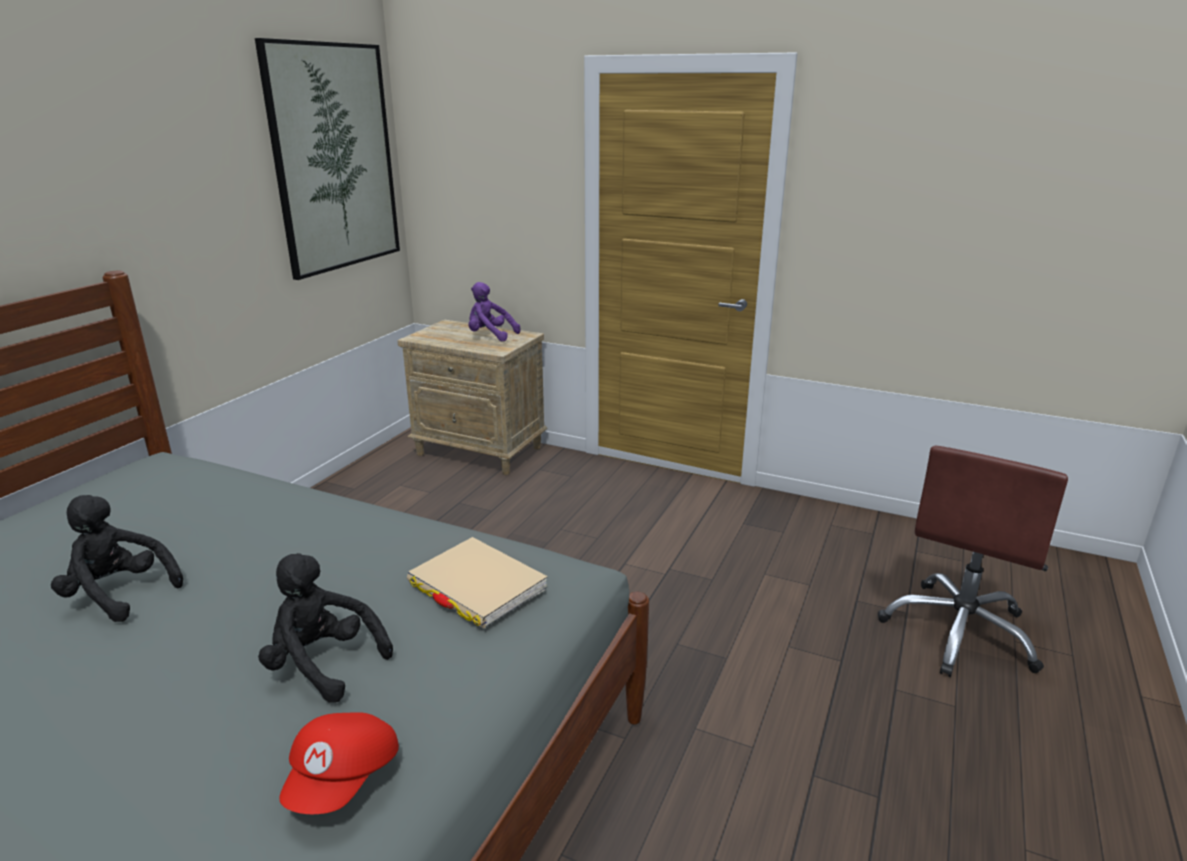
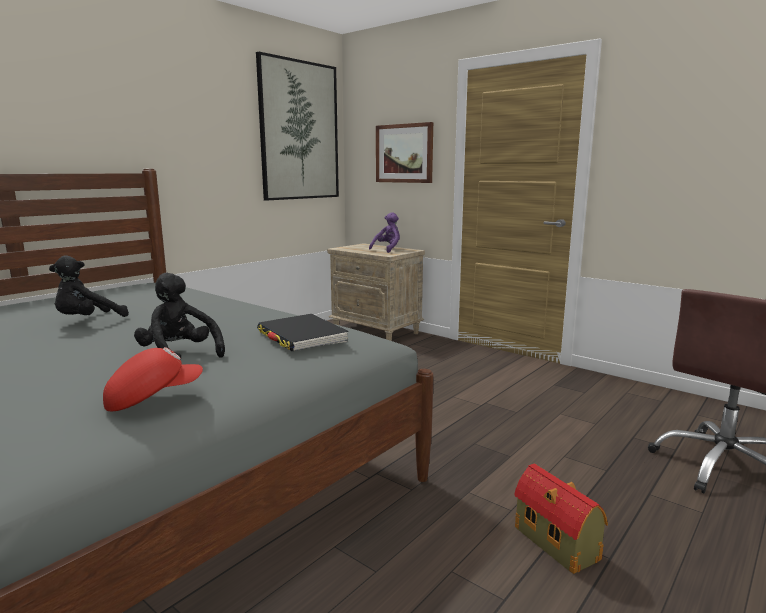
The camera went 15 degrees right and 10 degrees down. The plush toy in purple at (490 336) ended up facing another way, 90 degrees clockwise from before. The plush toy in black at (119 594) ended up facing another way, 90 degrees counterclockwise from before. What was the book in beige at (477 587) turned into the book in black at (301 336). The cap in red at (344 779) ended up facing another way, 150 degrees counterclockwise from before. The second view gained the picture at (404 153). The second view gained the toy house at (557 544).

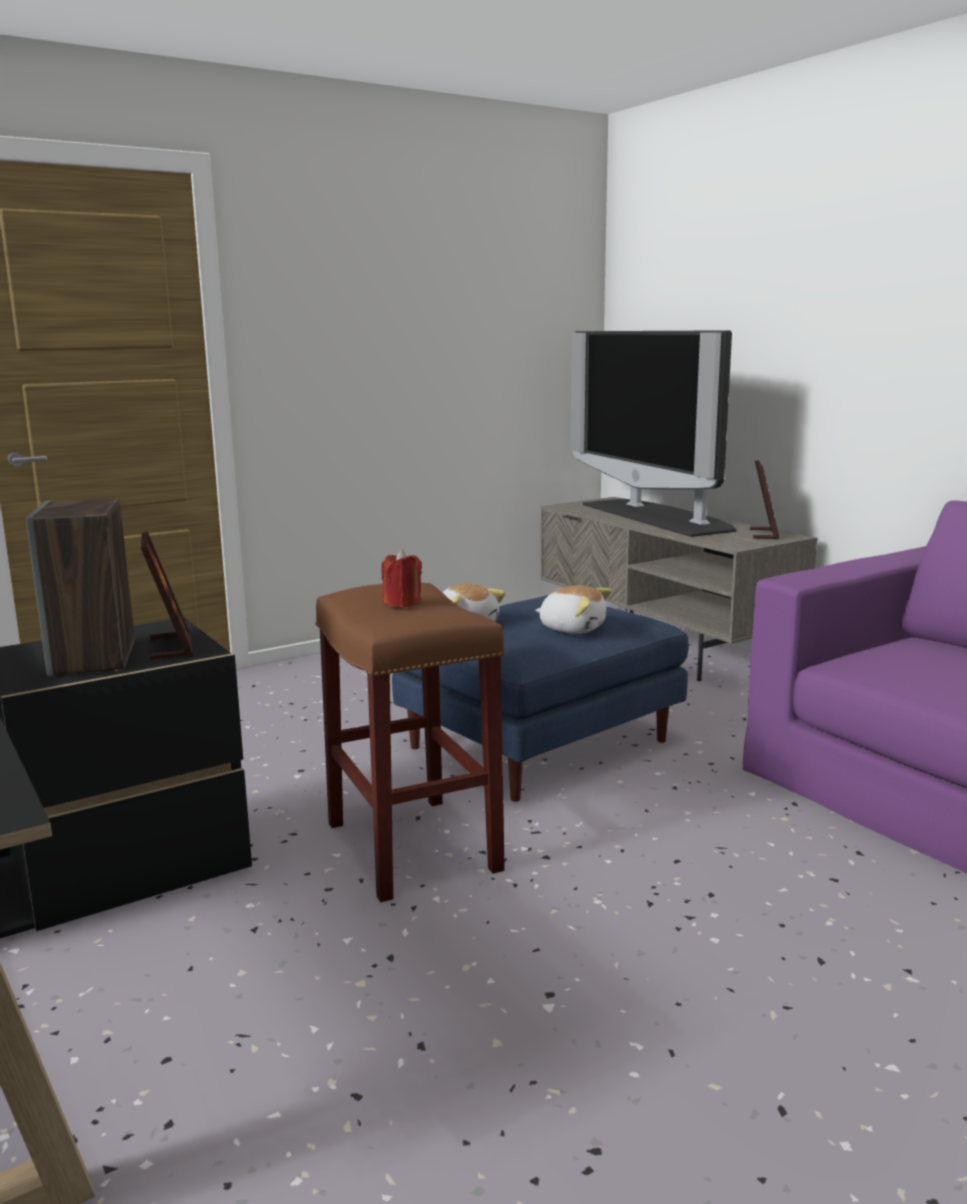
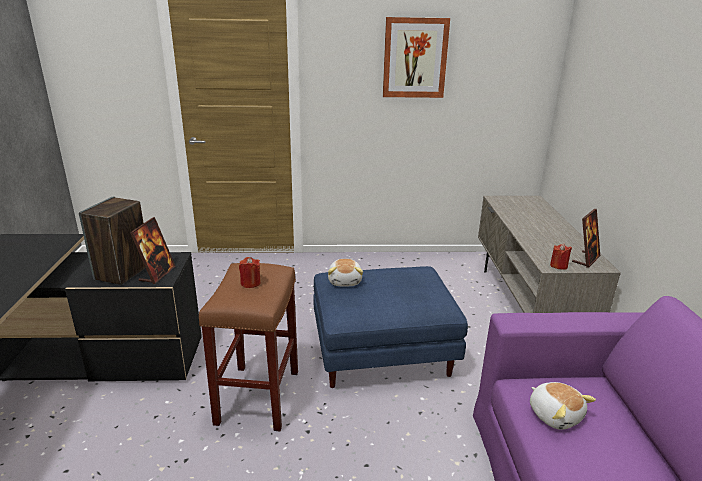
The camera went 30 degrees right and 10 degrees up. The second view lost the television at (658 517). The plush toy ended up elsewhere, having gone from (572 628) to (555 415). The second view gained the picture at (415 58). The second view gained the candle in red at (558 266).

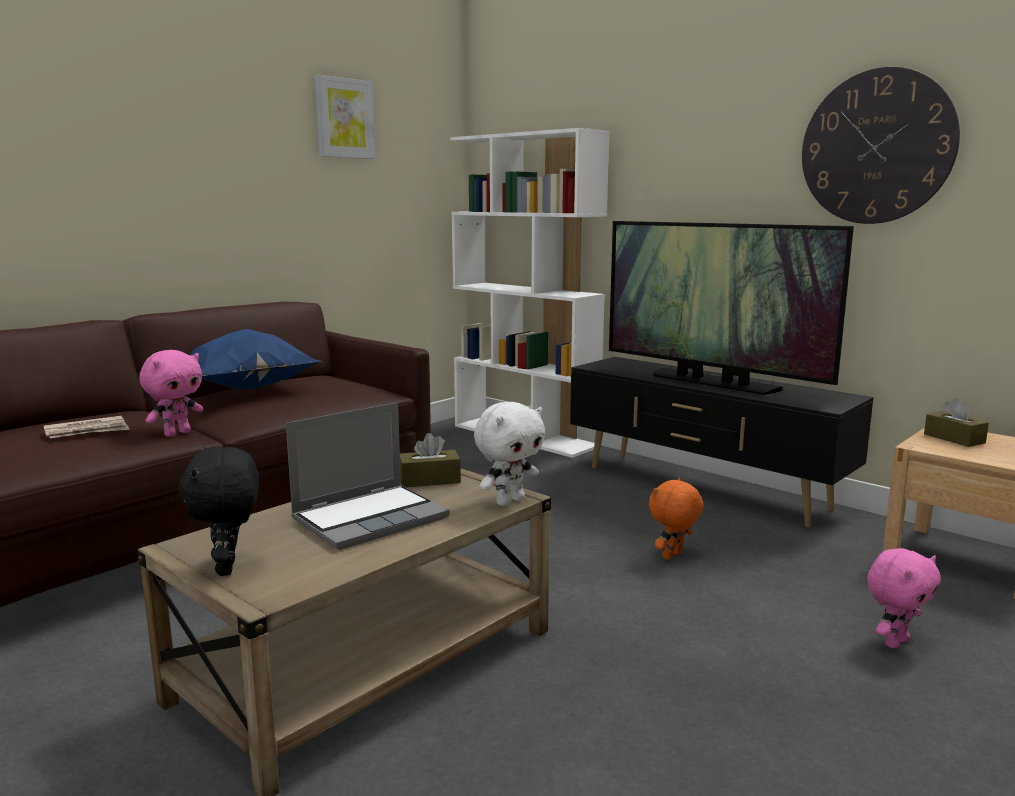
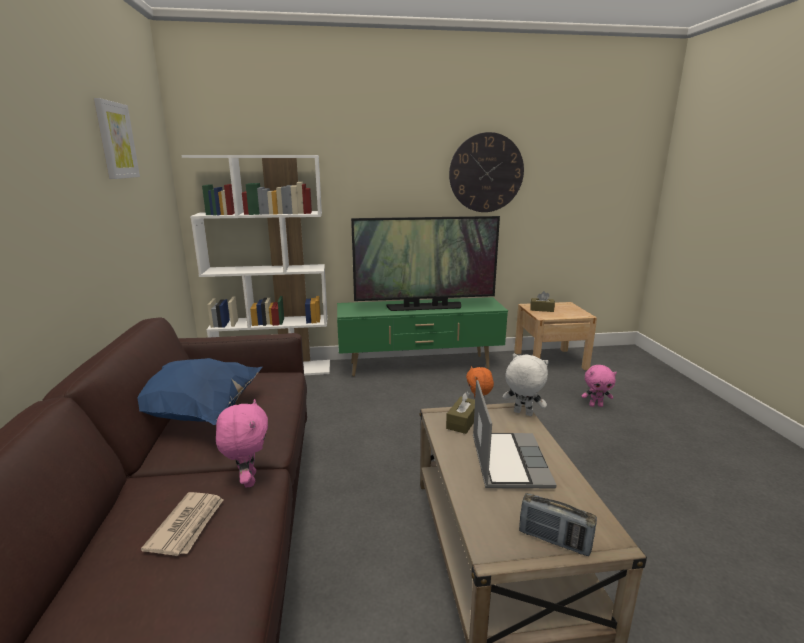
The camera went 50 degrees left and 5 degrees up. What was the tv stand in black at (703 488) turned into the tv stand in green at (420 366). The plush toy in white at (509 501) ended up facing another way, 60 degrees counterclockwise from before. Where the plush toy in black stood at (229 568), the radio came to stand at (554 540). The plush toy in pink at (895 642) ended up facing another way, 90 degrees clockwise from before.

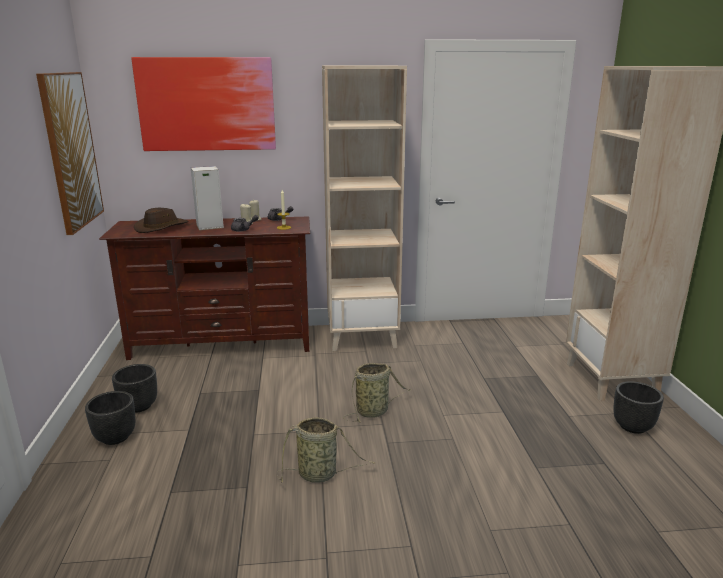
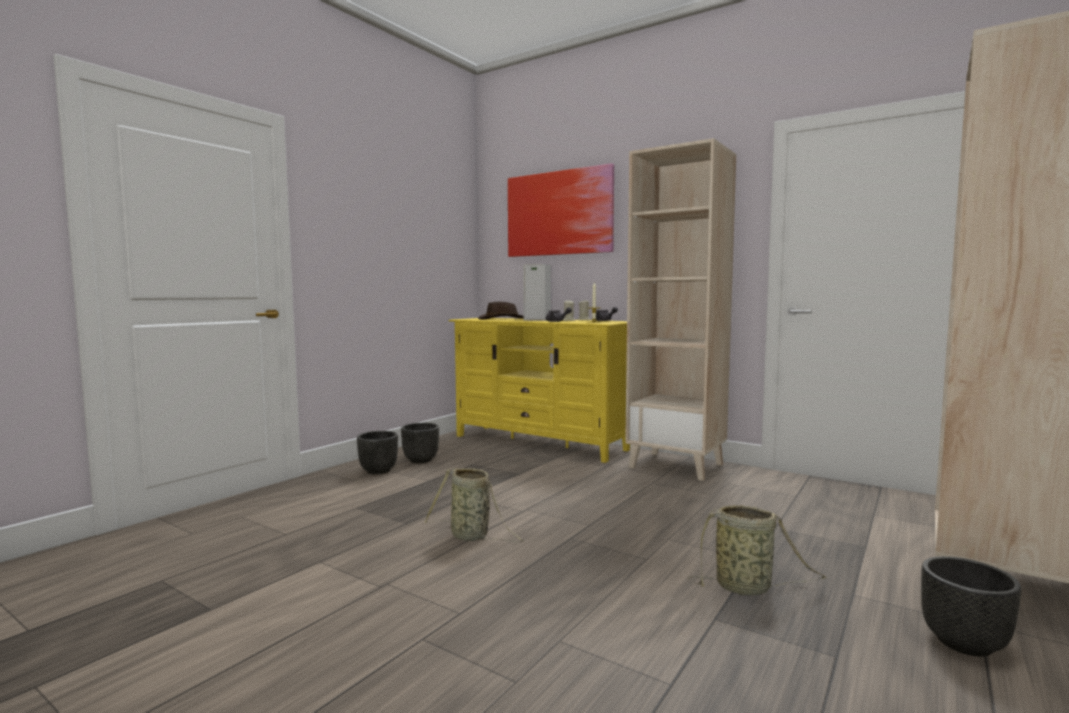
The camera went 40 degrees right and 15 degrees down. The second view lost the picture at (71 151). What was the tv stand in brown at (222 343) turned into the tv stand in yellow at (540 442). The basket ended up elsewhere, having gone from (374 411) to (747 588).

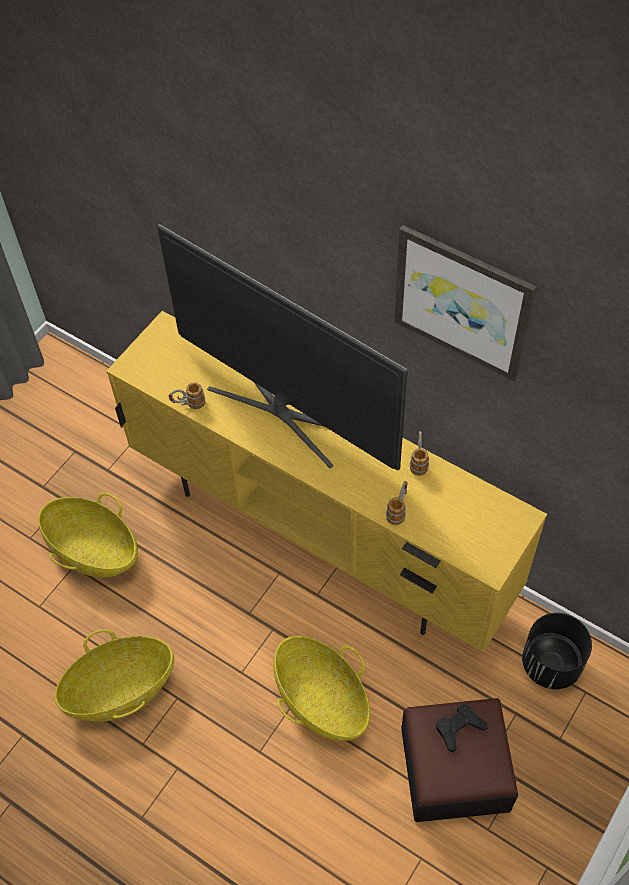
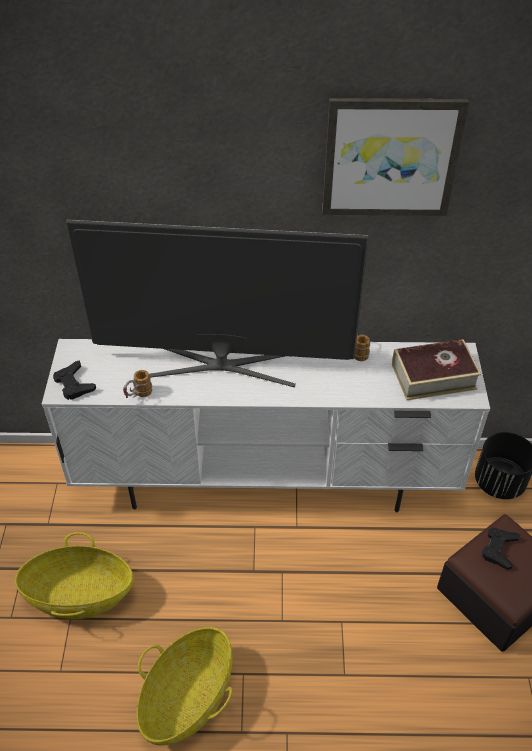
The camera went 35 degrees left and 10 degrees down. What was the tv stand in yellow at (322 535) turned into the tv stand in white at (268 481). The second view lost the mug at (398 509). The second view lost the basket at (321 699). The second view gained the book at (433 376). The second view gained the game controller in black at (74 384).

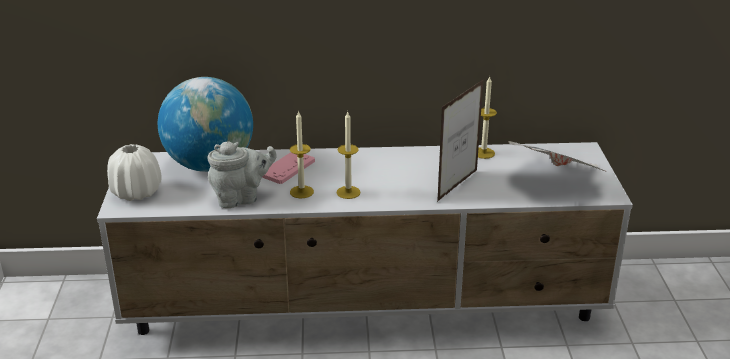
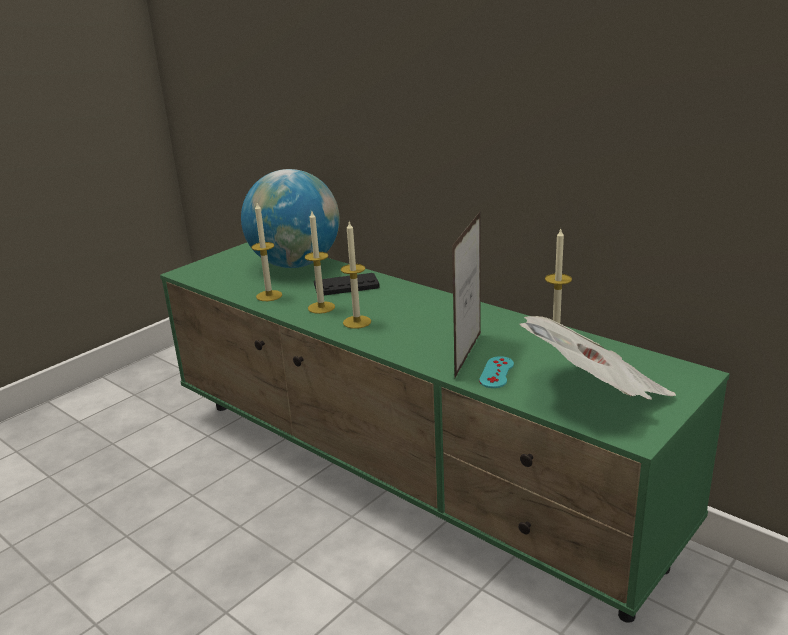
The camera went 45 degrees right and 5 degrees down. The picture frame at (457 185) ended up facing another way, 120 degrees clockwise from before. Where the teapot in grey stood at (241 198), the candle came to stand at (269 296). What was the tv stand in white at (367 308) turned into the tv stand in green at (405 477). The second view lost the vase in white at (136 192). What was the game controller in pink at (287 168) turned into the game controller in black at (346 286). The second view gained the game controller in turquoise at (496 372).

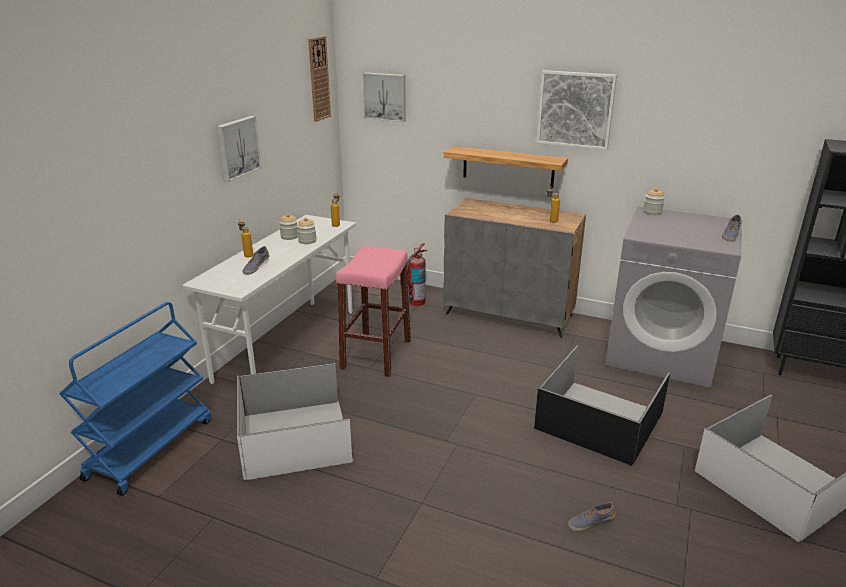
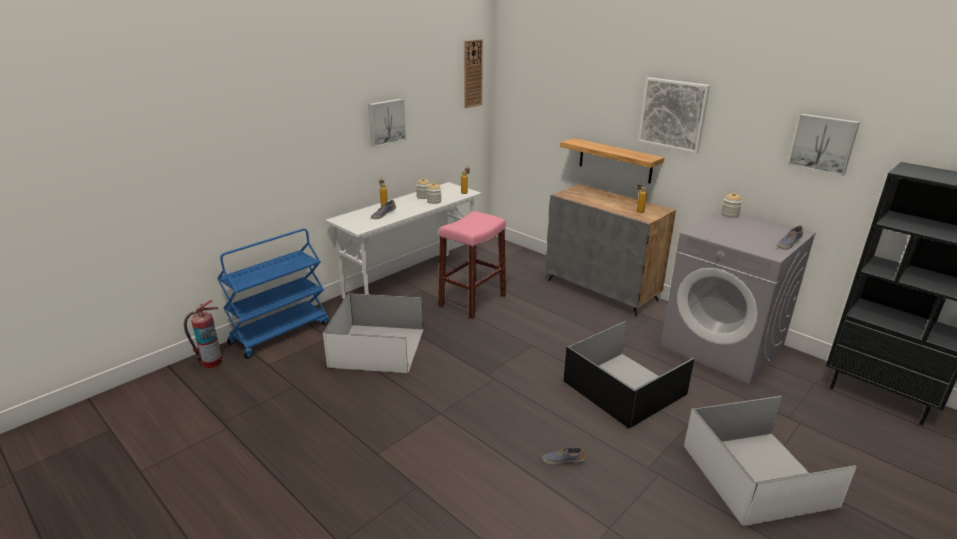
The camera went 20 degrees right and 0 degrees up. The picture ended up elsewhere, having gone from (385 96) to (823 143). The fire extinguisher ended up elsewhere, having gone from (416 302) to (212 362).

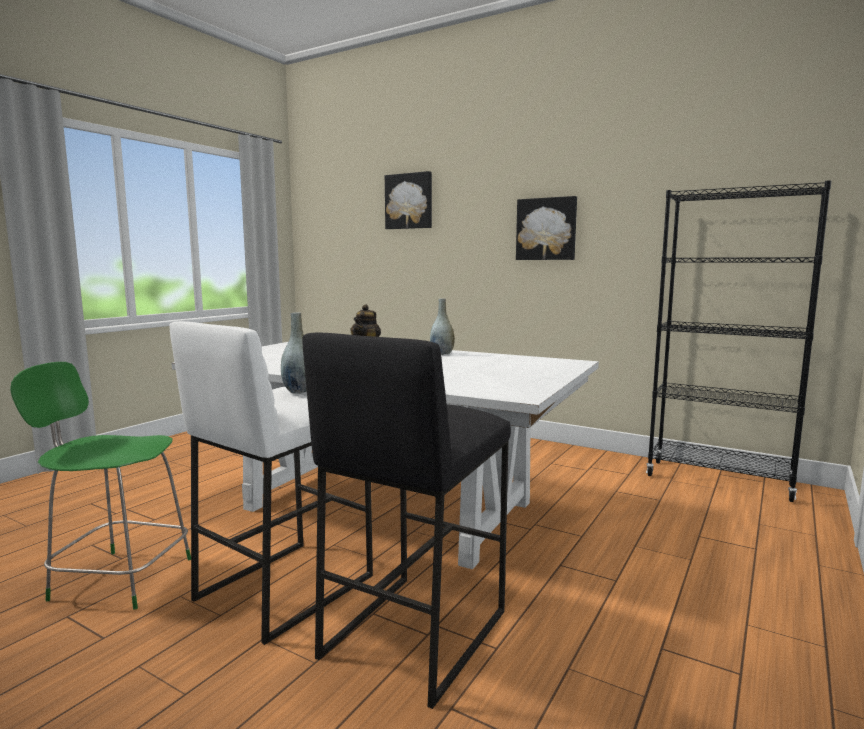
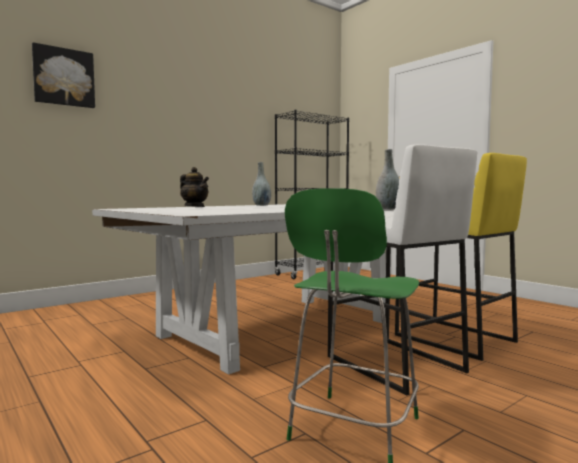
The camera went 70 degrees left and 5 degrees down. The second view lost the picture at (546 229). What was the stool in black at (413 632) turned into the stool in yellow at (454 338).

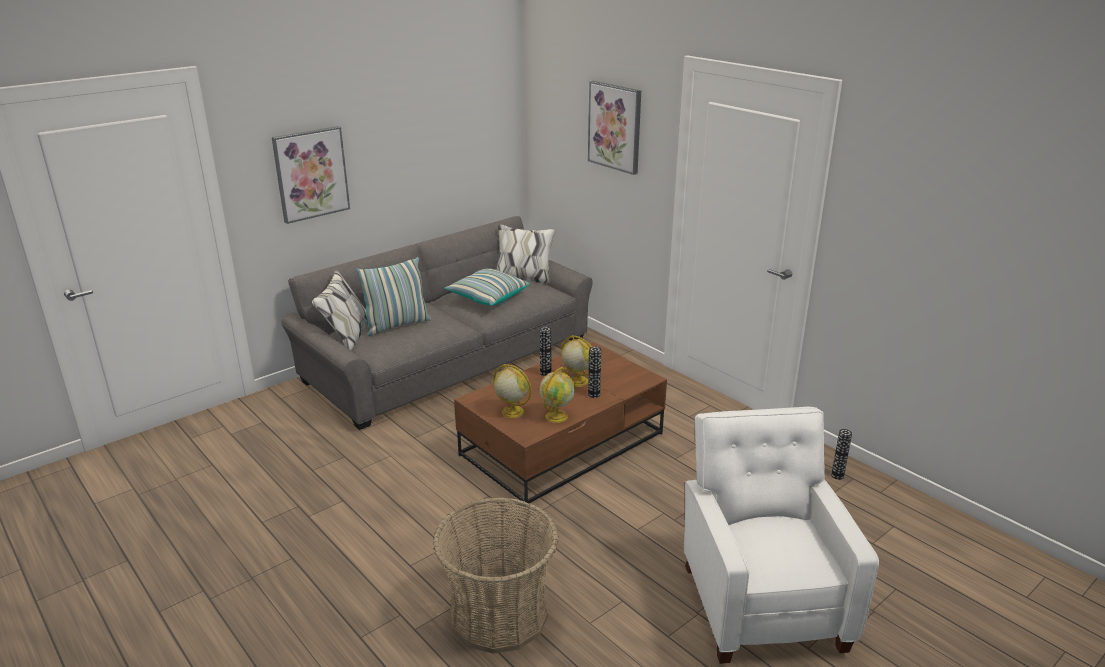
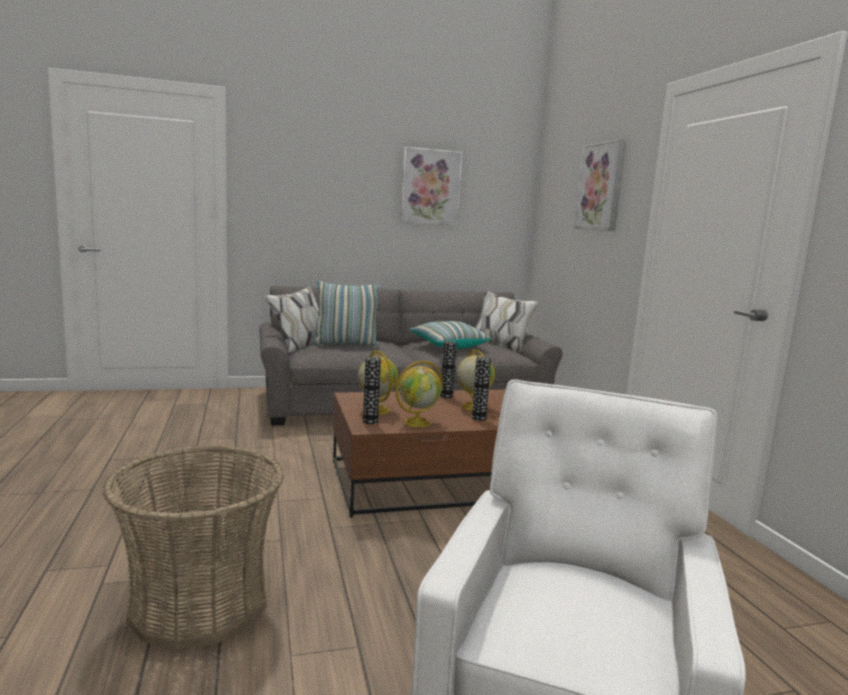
The camera went 25 degrees right and 15 degrees down. The picture ended up elsewhere, having gone from (311 174) to (430 186). The vase ended up elsewhere, having gone from (837 476) to (370 421).

